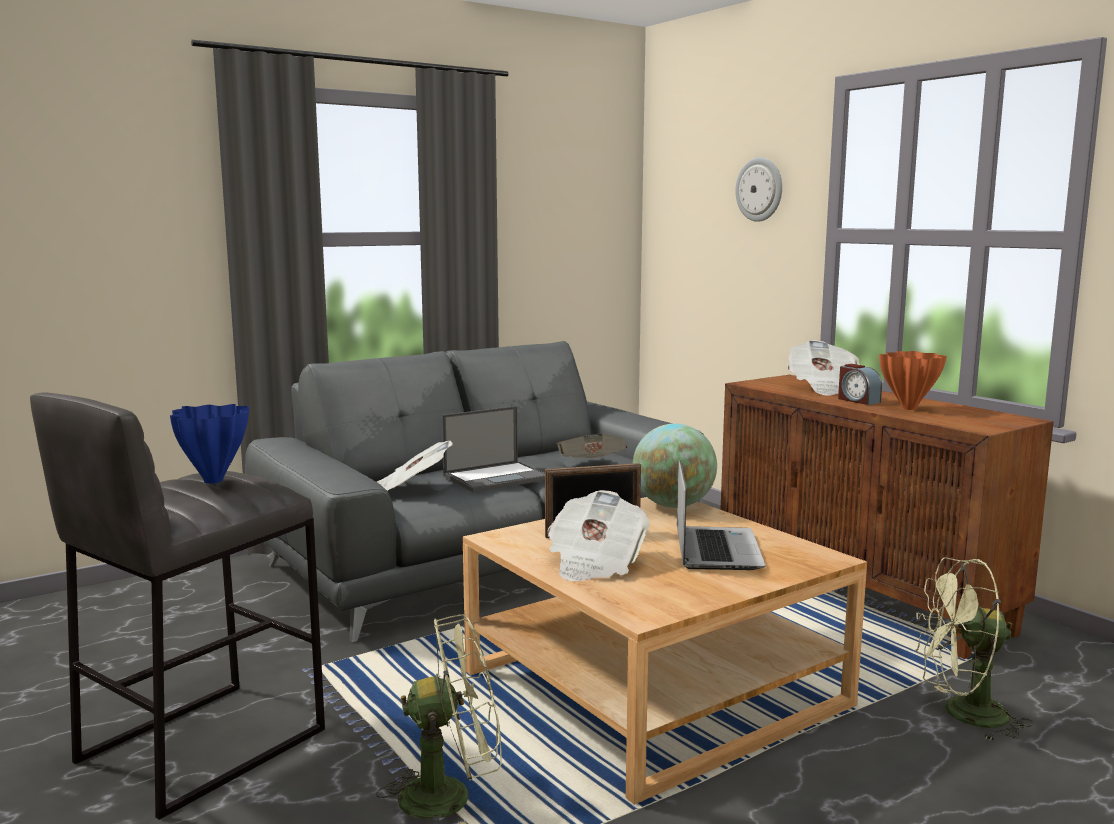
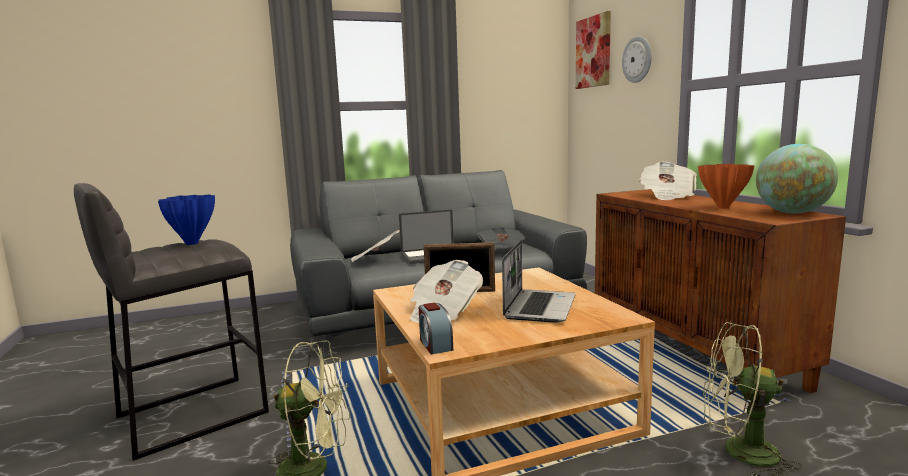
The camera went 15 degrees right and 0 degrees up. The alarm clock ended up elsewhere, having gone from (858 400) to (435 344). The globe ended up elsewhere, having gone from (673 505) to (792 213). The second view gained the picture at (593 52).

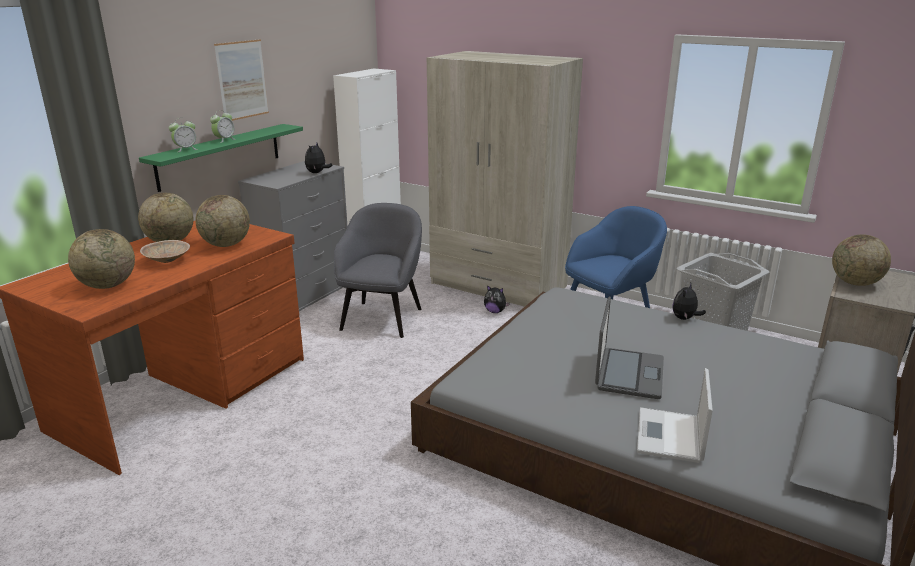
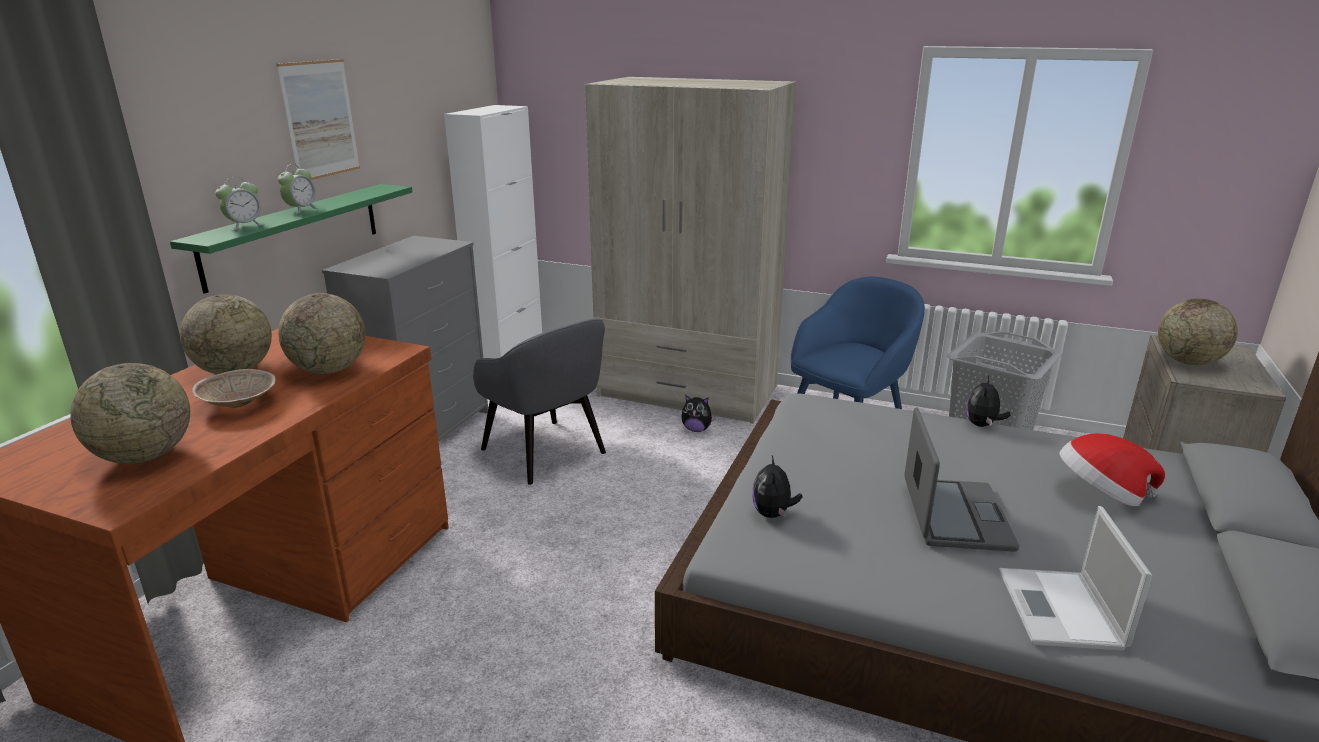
The camera went 10 degrees left and 0 degrees up. The plush toy ended up elsewhere, having gone from (317 173) to (773 514). The armchair in grey at (382 318) ended up facing another way, 135 degrees clockwise from before. The second view gained the hat at (1100 495).

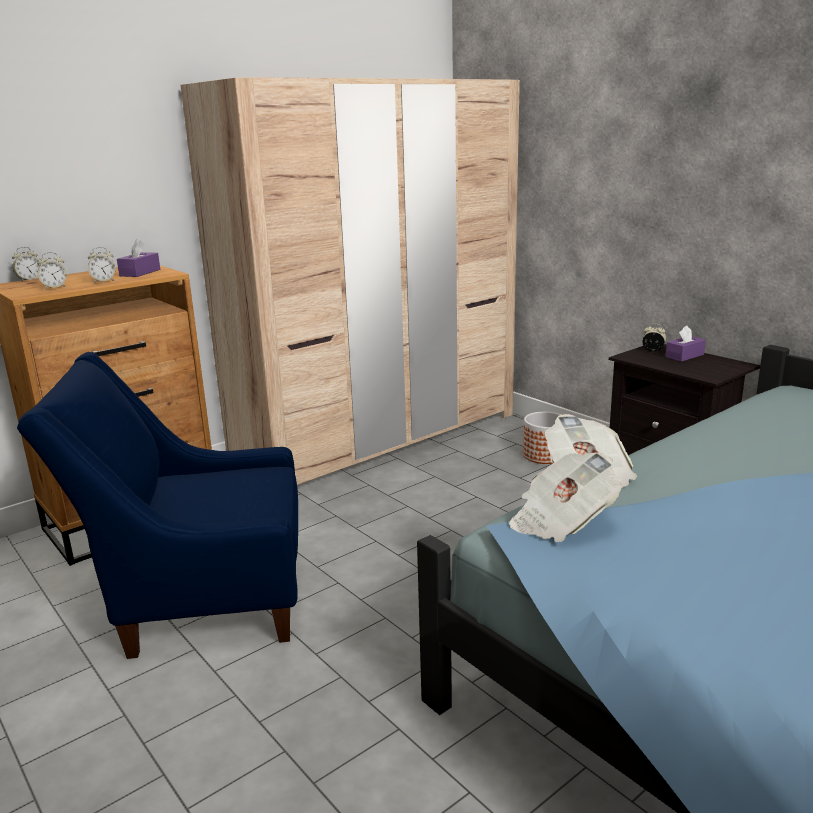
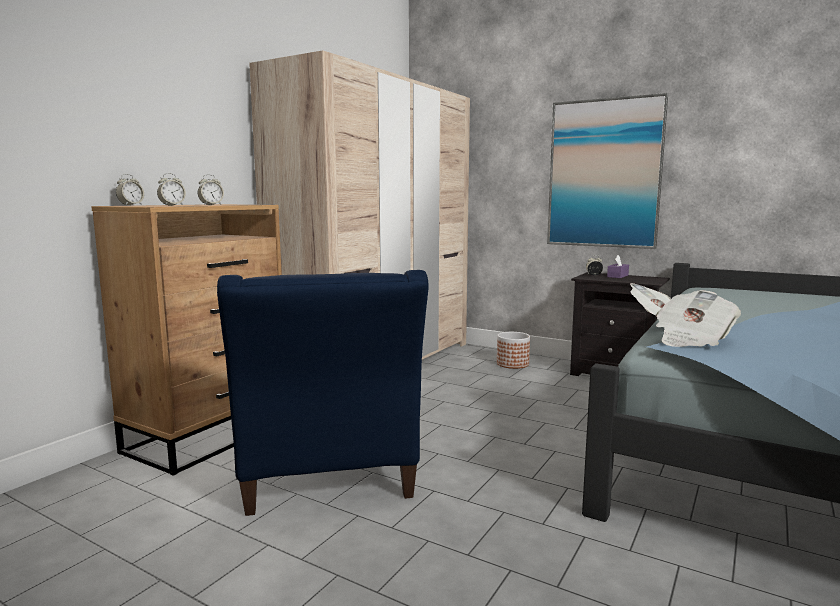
The camera went 20 degrees left and 10 degrees down. The second view lost the tissue box in purple at (140 273). The armchair in blue at (200 598) ended up facing another way, 75 degrees counterclockwise from before. The second view gained the picture at (604 174).

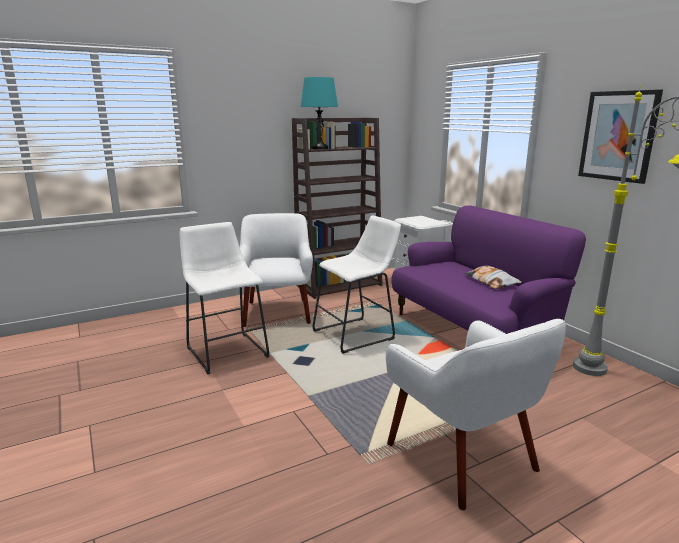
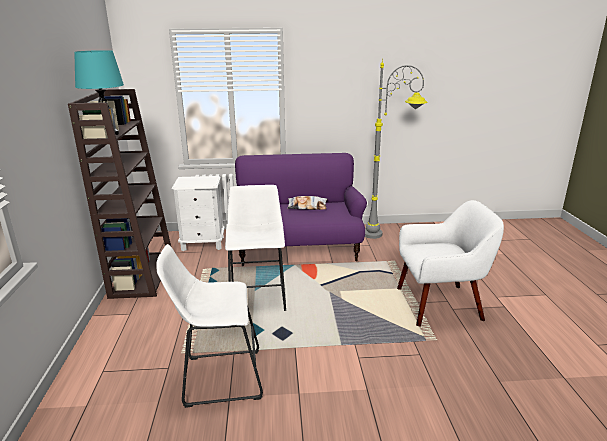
The camera went 65 degrees left and 5 degrees up. The second view lost the picture at (618 136). The second view lost the armchair in white at (277 312).

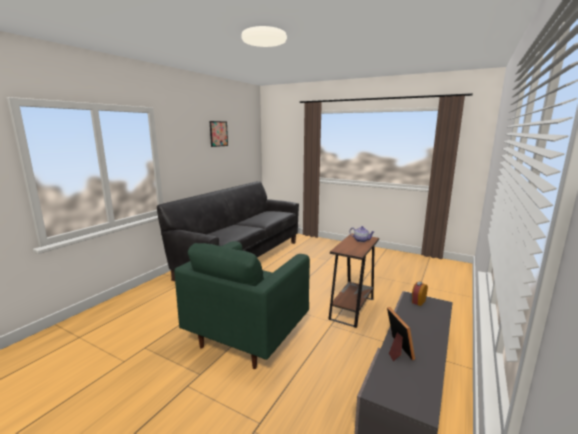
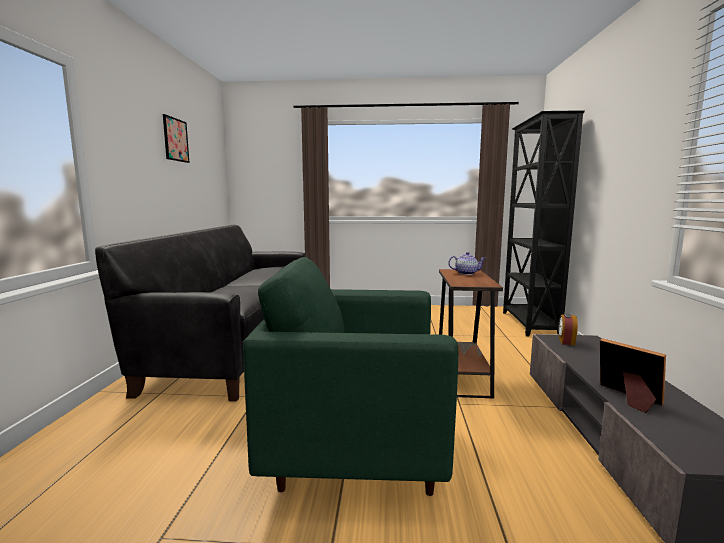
The camera went 25 degrees left and 5 degrees down. The armchair in green at (247 336) ended up facing another way, 90 degrees clockwise from before. The second view gained the bookcase in black at (529 324).

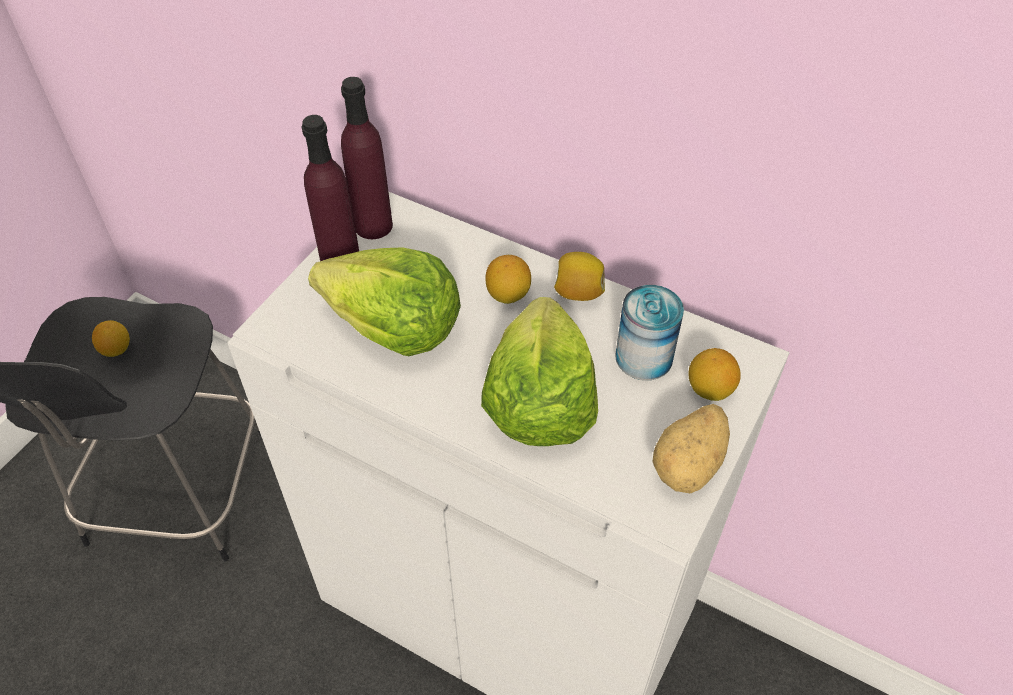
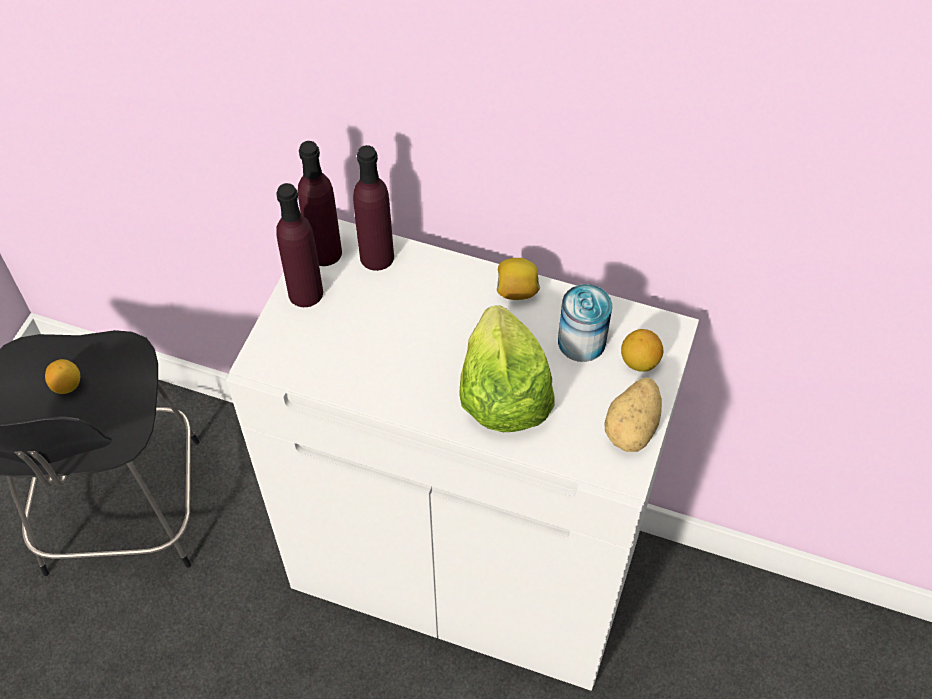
The camera went 10 degrees left and 5 degrees up. The second view lost the lettuce at (393 328). The second view lost the lemon at (508 295). The second view gained the bottle in purple at (377 257).

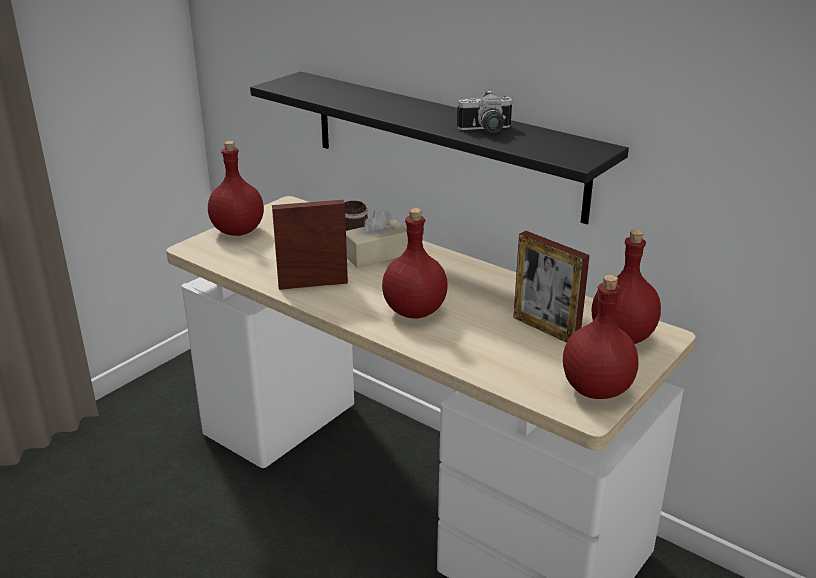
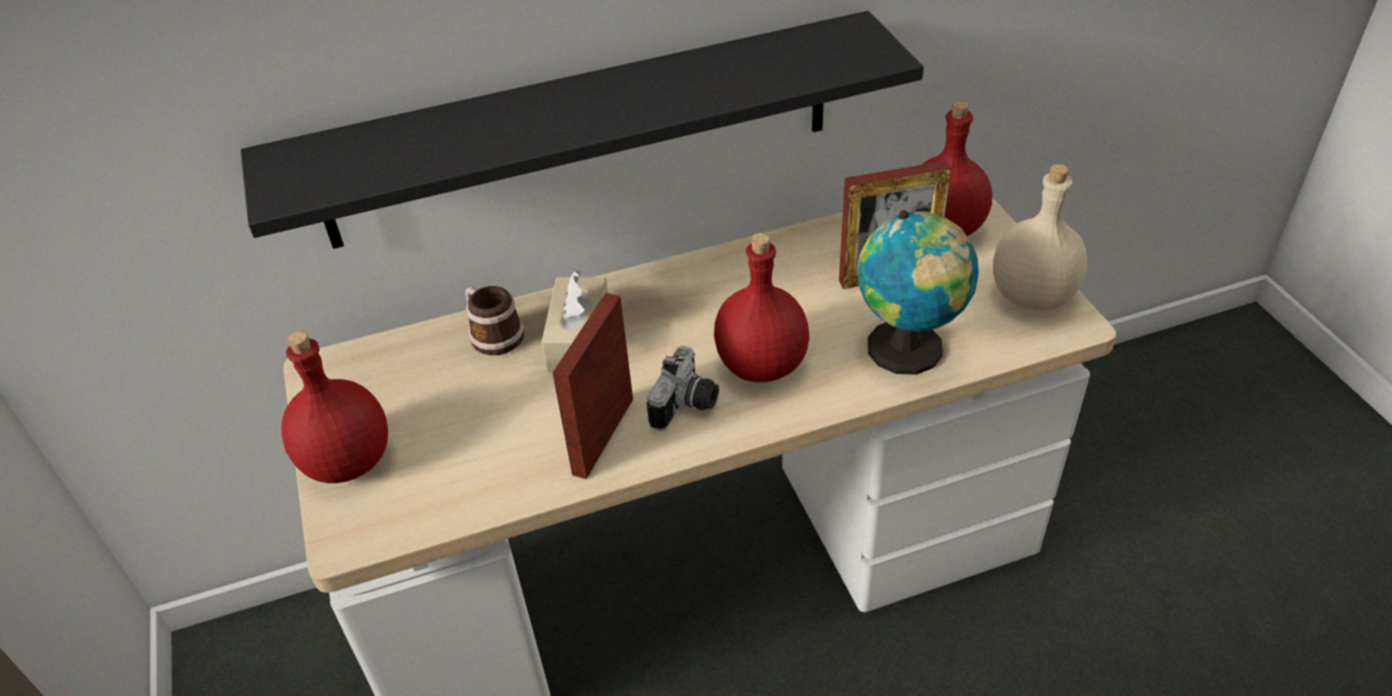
The camera went 55 degrees left and 15 degrees up. The photo camera ended up elsewhere, having gone from (486 130) to (687 406). What was the bottle in red at (596 388) turned into the bottle in beige at (1031 295). The second view gained the globe at (909 350).

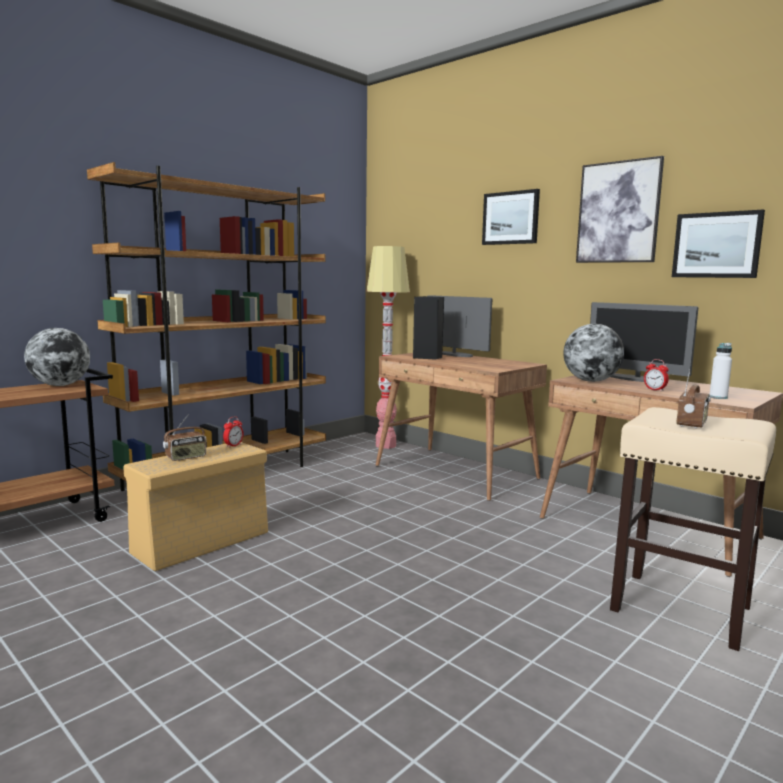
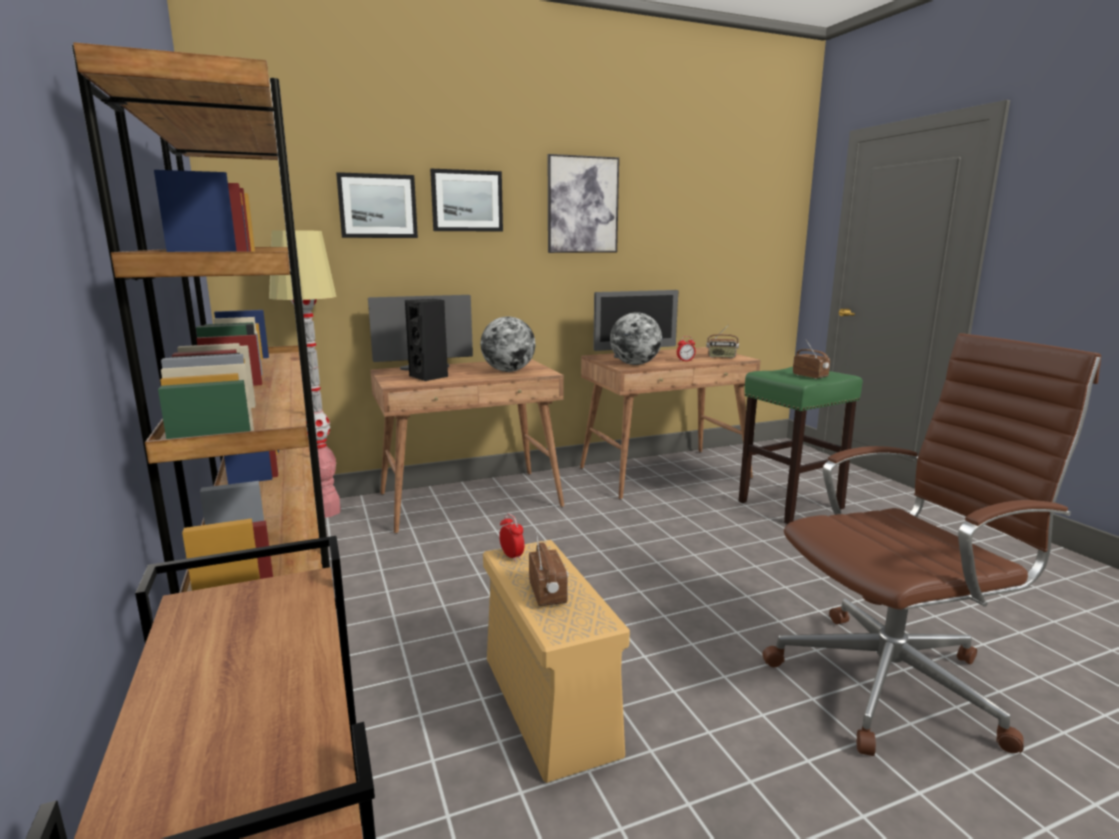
The camera went 65 degrees left and 5 degrees up. The picture ended up elsewhere, having gone from (716 245) to (377 206). The globe ended up elsewhere, having gone from (60 385) to (508 371). Where the bottle in white stood at (718 397), the radio came to stand at (721 357). What was the stool in beige at (678 608) turned into the stool in green at (790 505). The second view gained the office chair in brown at (894 682).

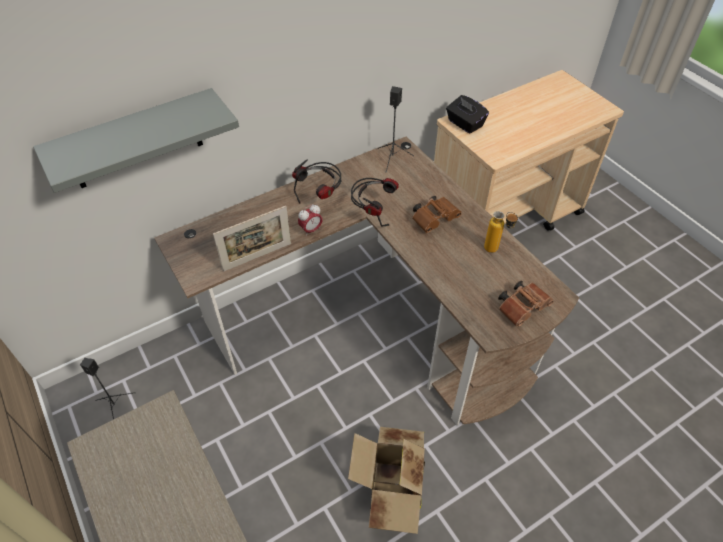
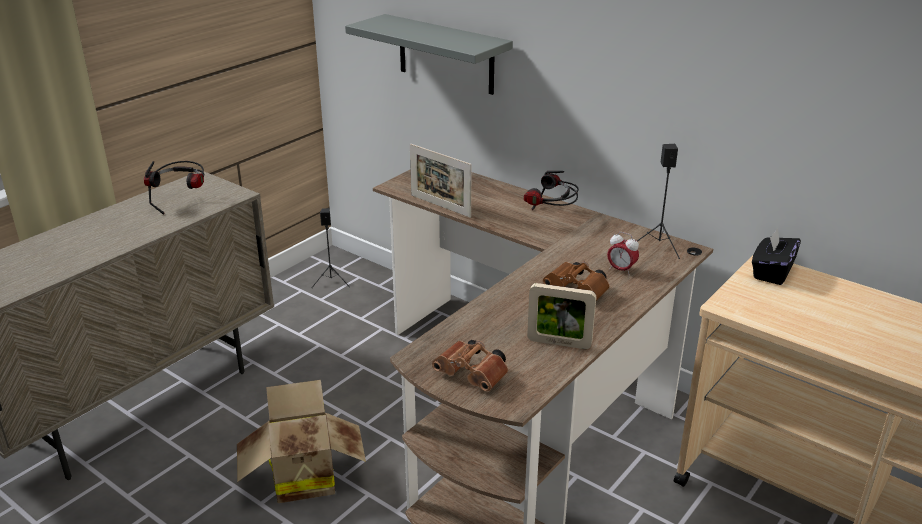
The camera went 70 degrees right and 20 degrees down. The headphones ended up elsewhere, having gone from (373 213) to (182 203). The alarm clock ended up elsewhere, having gone from (311 230) to (621 270). Where the bottle stood at (496 250), the picture frame came to stand at (559 343).

